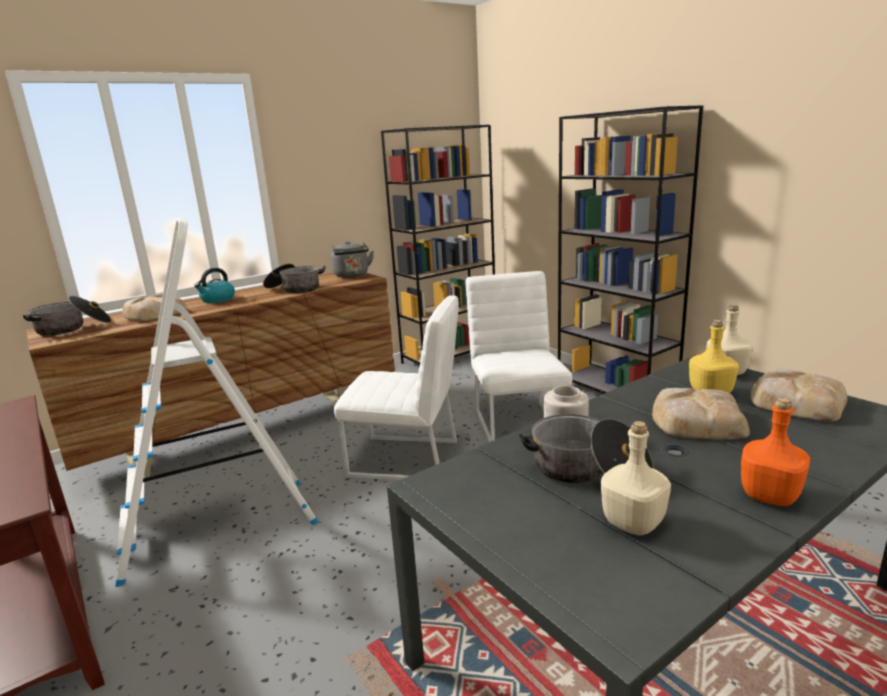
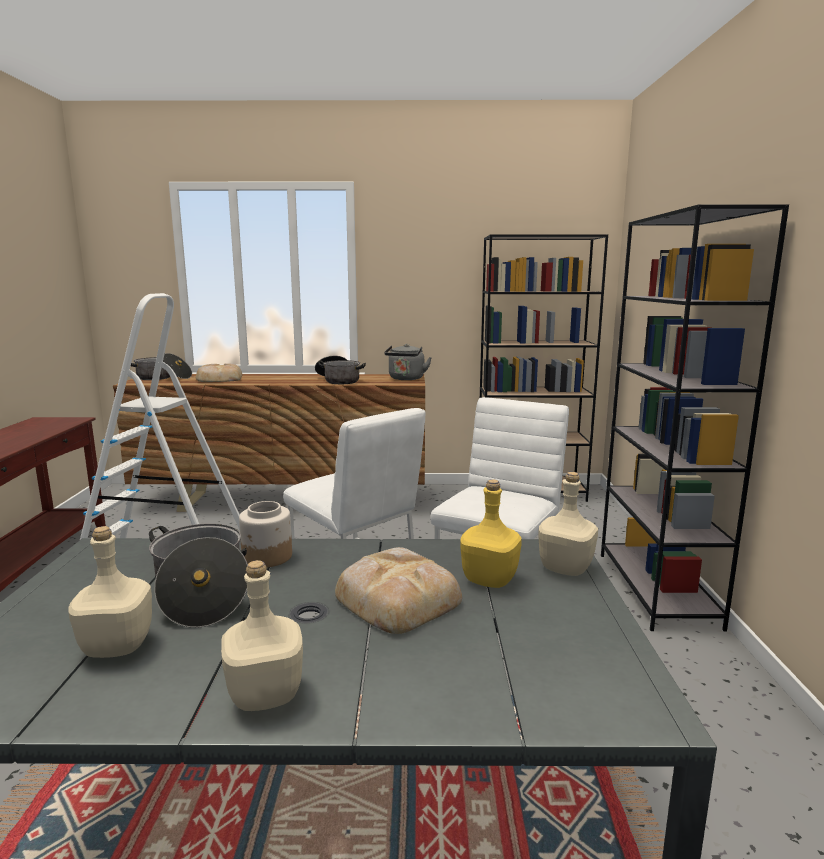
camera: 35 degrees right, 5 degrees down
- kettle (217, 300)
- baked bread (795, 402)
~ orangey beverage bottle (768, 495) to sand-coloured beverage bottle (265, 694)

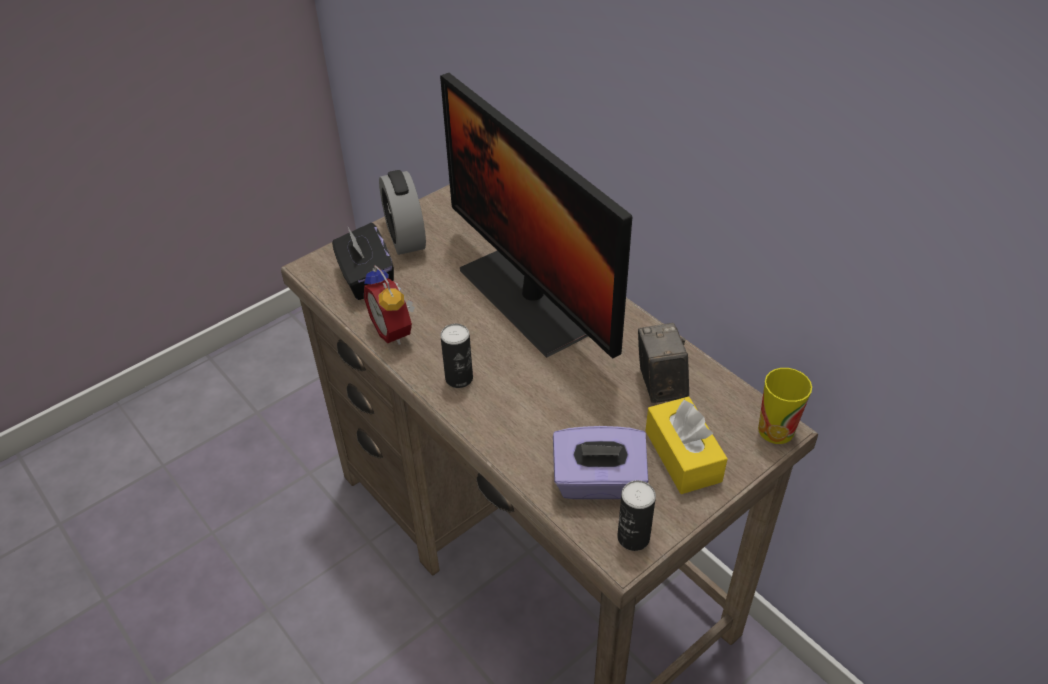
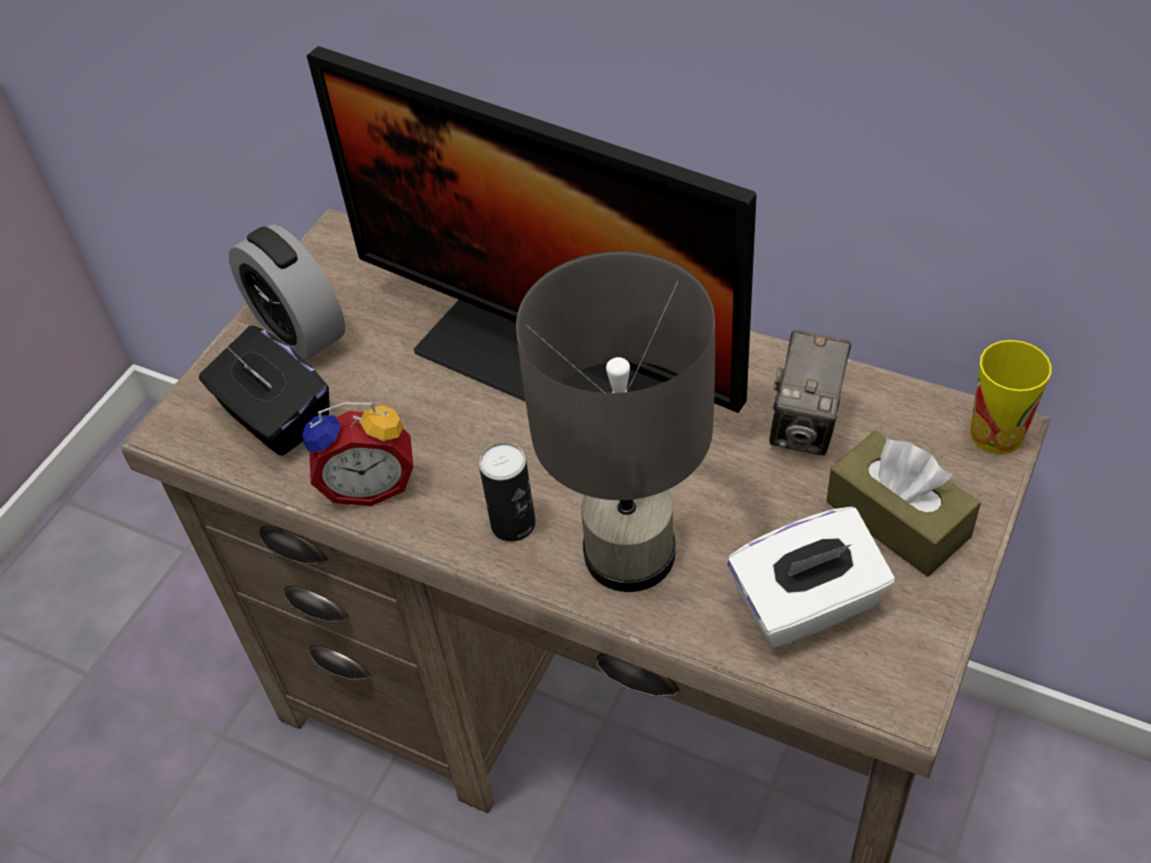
camera: 20 degrees left, 5 degrees up
~ alarm clock (395, 330) = (370, 484) 45 degrees counterclockwise
~ photo camera (660, 384) = (806, 425) 135 degrees counterclockwise
~ yellowish tissue box (683, 456) to brownish tissue box (897, 519)
~ purple tissue box (598, 482) to white tissue box (807, 605)
- metal can (633, 537)
+ greyish lamp for a table (627, 554)

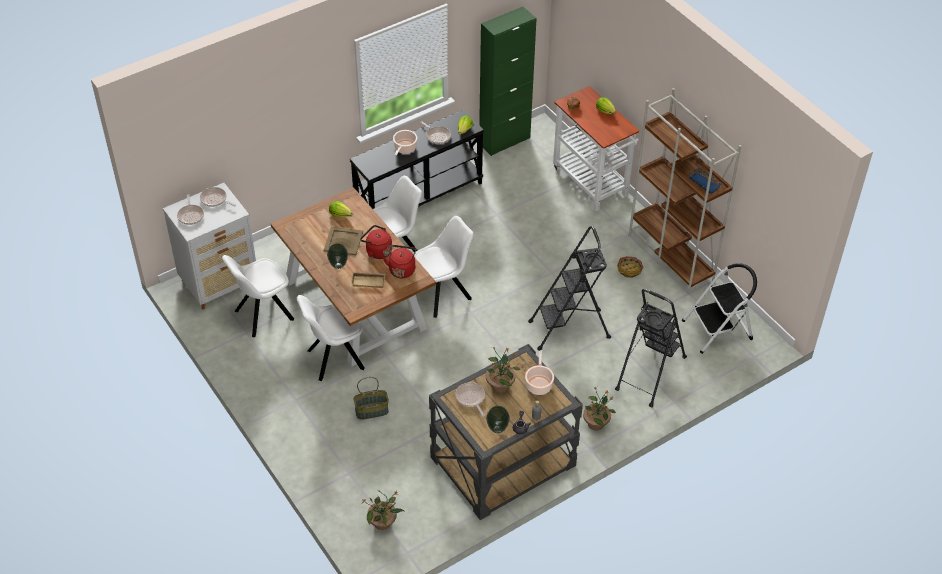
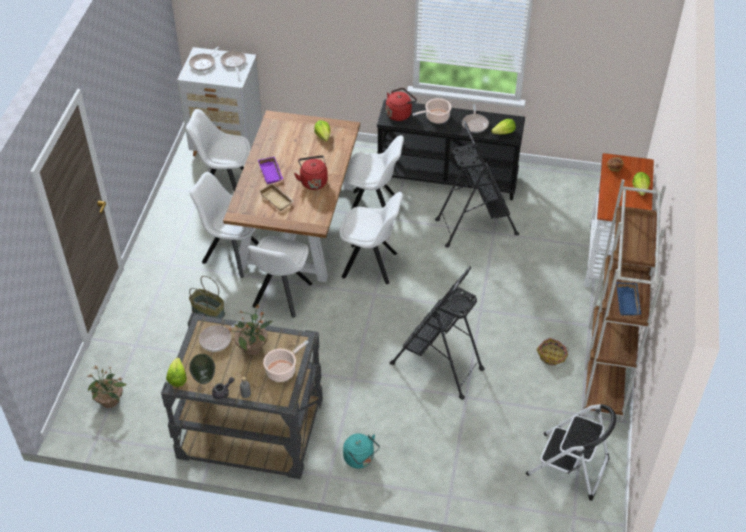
camera: 45 degrees right, 0 degrees up
- green cabinet (504, 141)
- sand-coloured carrying tray (343, 241)
~ vase (338, 265) to purple carrying tray (271, 172)
~ red-coloured kettle (402, 269) to (399, 113)
~ step stool (650, 373) to (475, 226)
~ frying pan (471, 398) = (217, 339) 150 degrees counterclockwise
~ houseplant (596, 423) to turquoise kettle (360, 459)
+ white upright chair (281, 295)
+ lettuce head (177, 378)

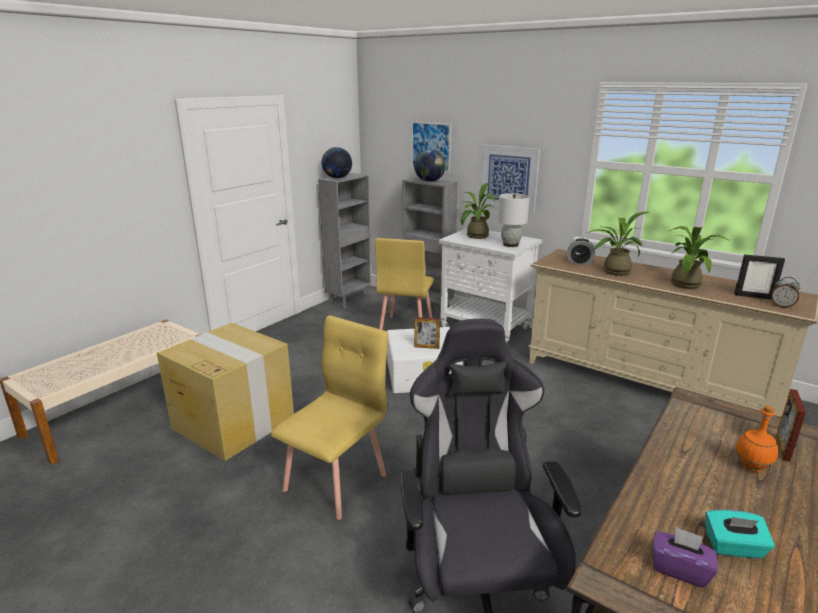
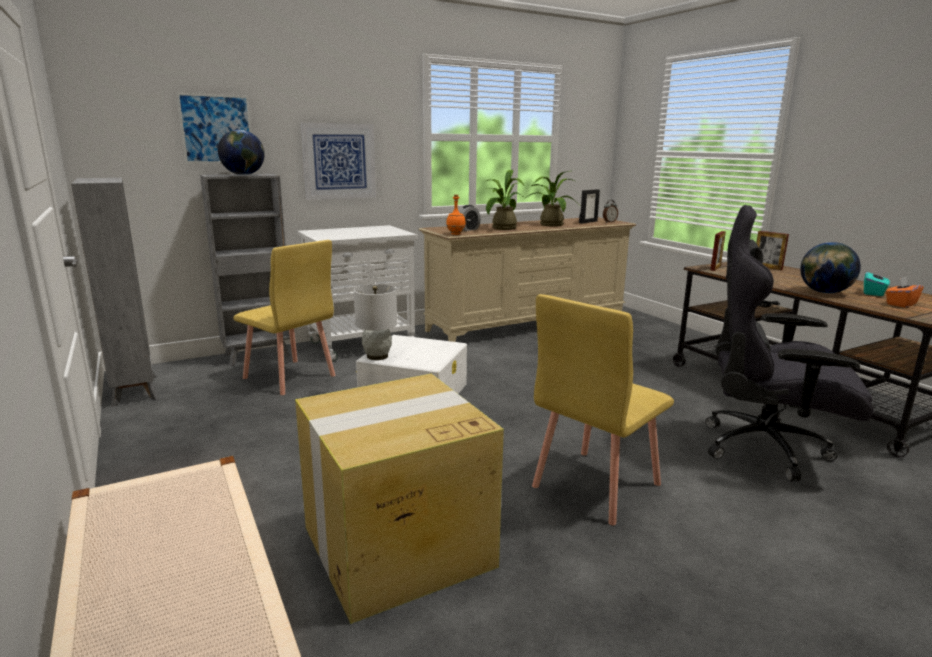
camera: 65 degrees left, 5 degrees down
~ world globe (337, 178) to (824, 292)
- houseplant (475, 236)
~ white lamp for a table (510, 245) to (377, 356)
~ yellowish upright chair (336, 482) = (595, 485) 105 degrees counterclockwise
~ standing frame (426, 347) to (715, 268)
~ orangey beverage bottle (751, 467) to (455, 234)
~ purple tissue box (680, 569) to orangey tissue box (900, 304)

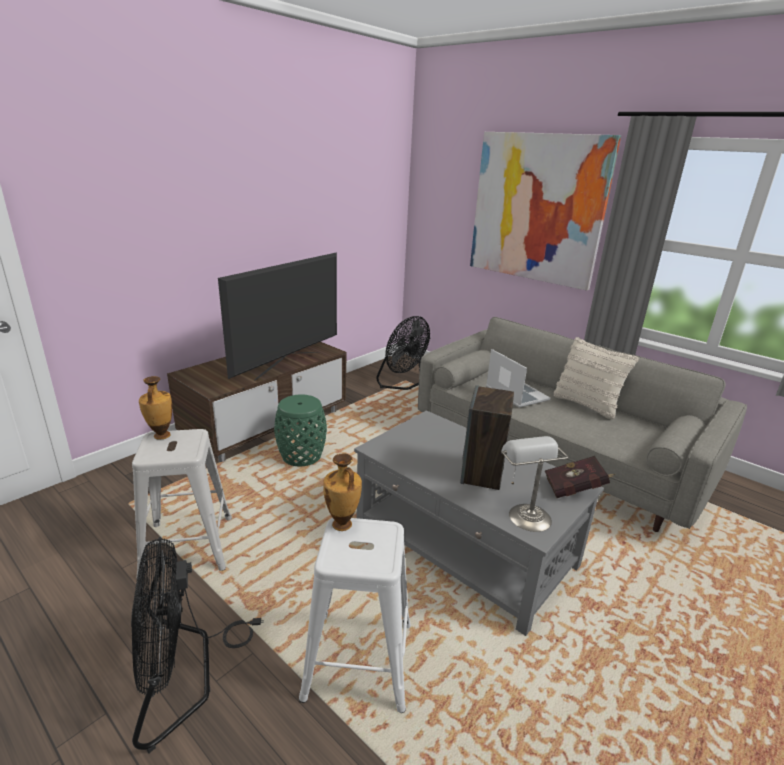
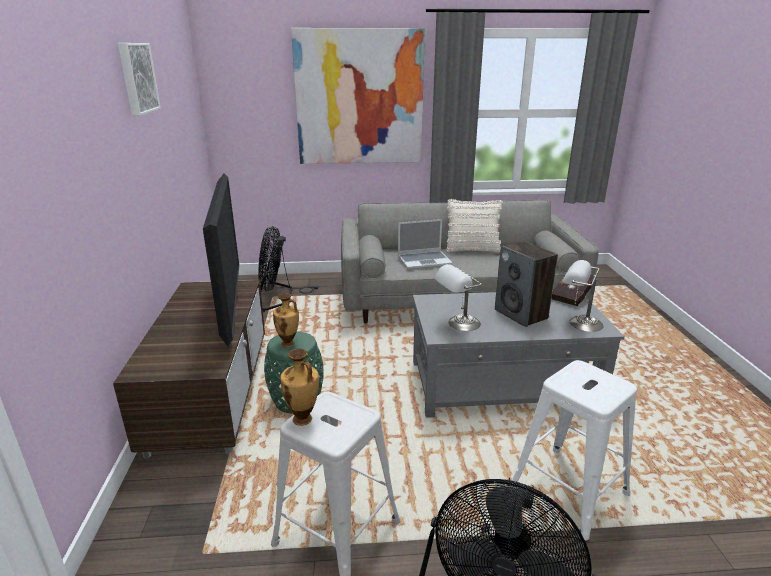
camera: 45 degrees left, 0 degrees up
~ notebook computer (515, 394) = (424, 261) 150 degrees clockwise
~ vase (342, 525) to (288, 344)
+ wall picture (136, 78)
+ white lamp for a table (459, 325)

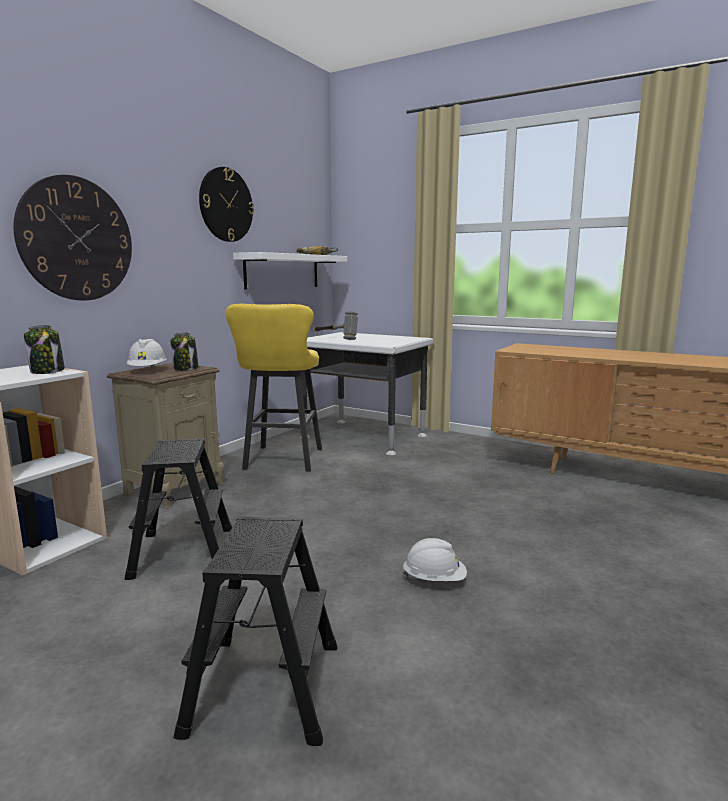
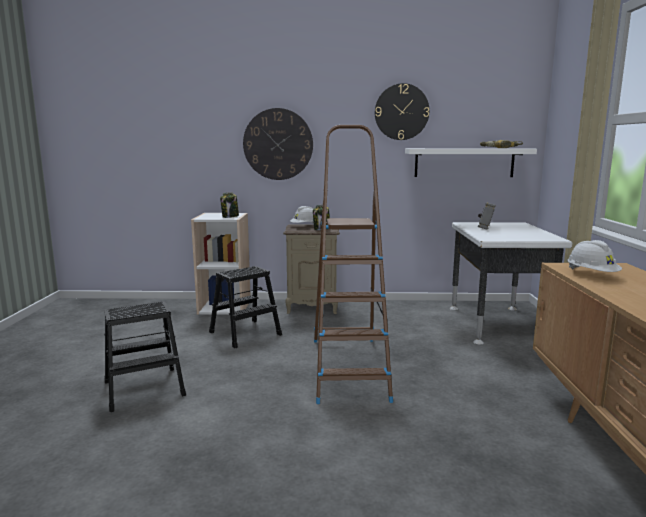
camera: 60 degrees right, 0 degrees up
- yellowish stool seat (281, 462)
~ white hard hat (434, 580) to (592, 274)
+ brownish step stool (348, 367)

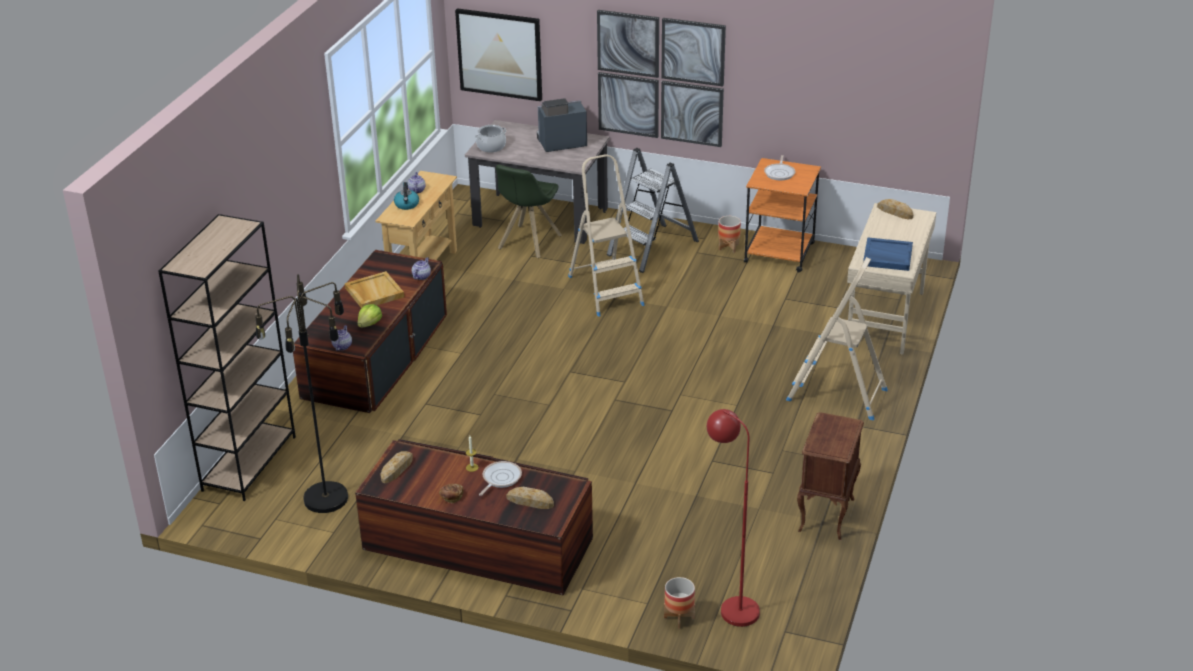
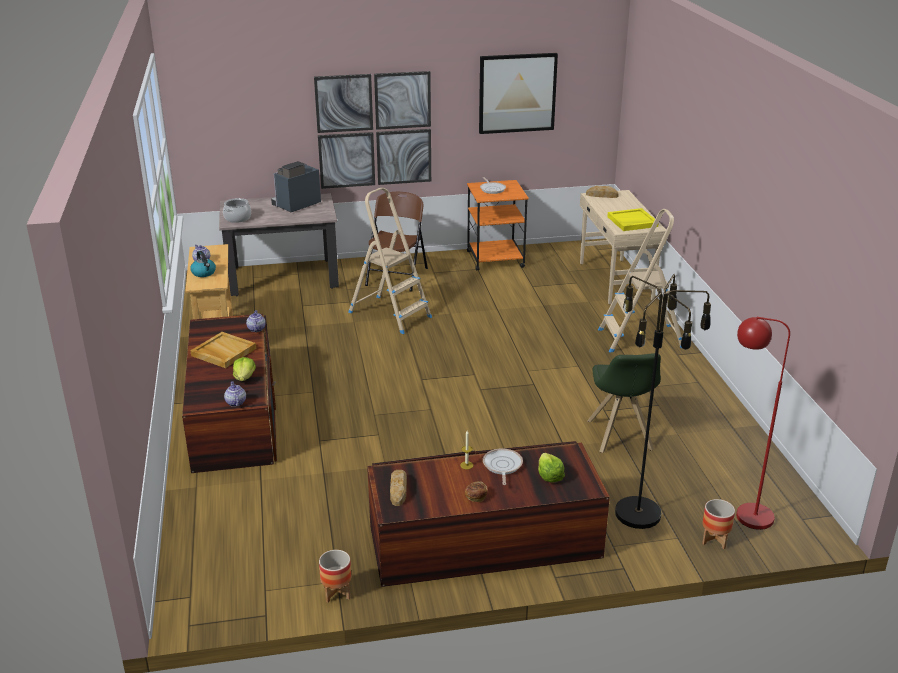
camera: 30 degrees left, 5 degrees down
~ wall picture (500, 54) to (517, 93)
~ greyish step stool (654, 247) to brownish upright chair (397, 277)
~ green upright chair (529, 242) to (620, 435)
- sand-coloured shelving unit (249, 463)
~ plant pot (728, 247) to (337, 592)
~ bluish carrying tray (887, 256) to yellowish carrying tray (632, 222)
~ standing lamp (326, 499) to (639, 514)
- brownish bedside table (826, 515)
~ baked bread (530, 501) to lettuce head (549, 476)

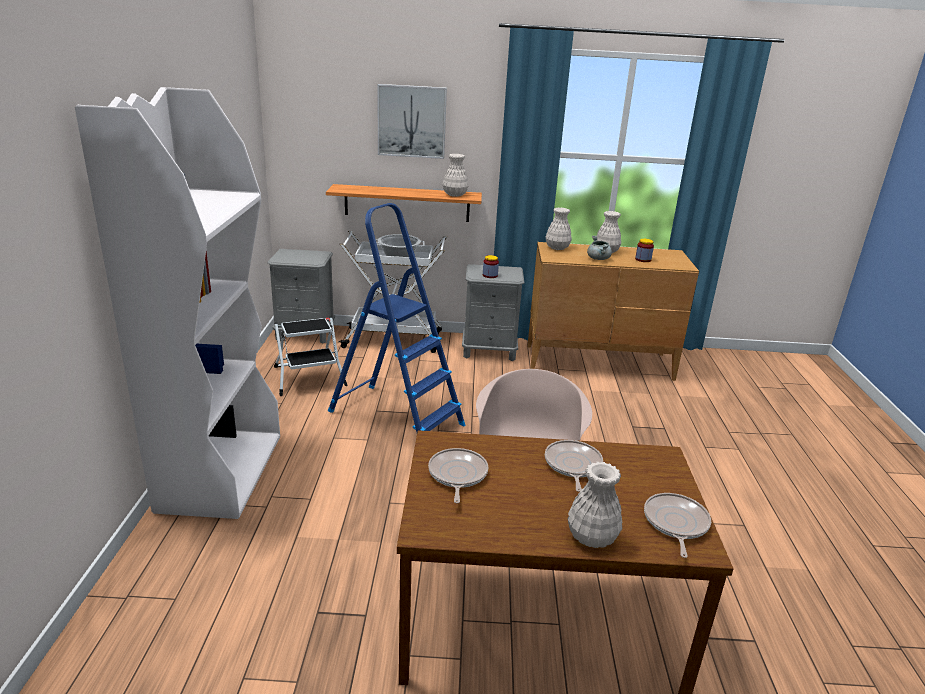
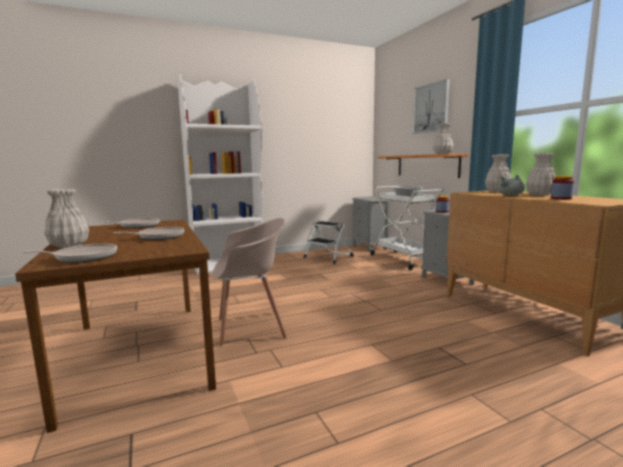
camera: 65 degrees right, 15 degrees down
- bluish step stool (396, 418)

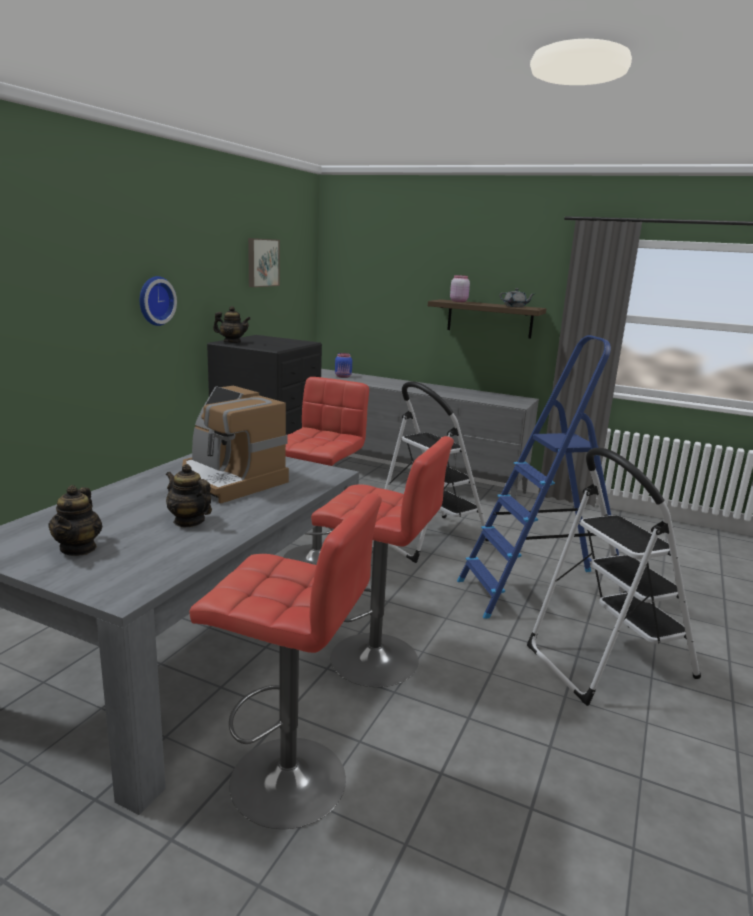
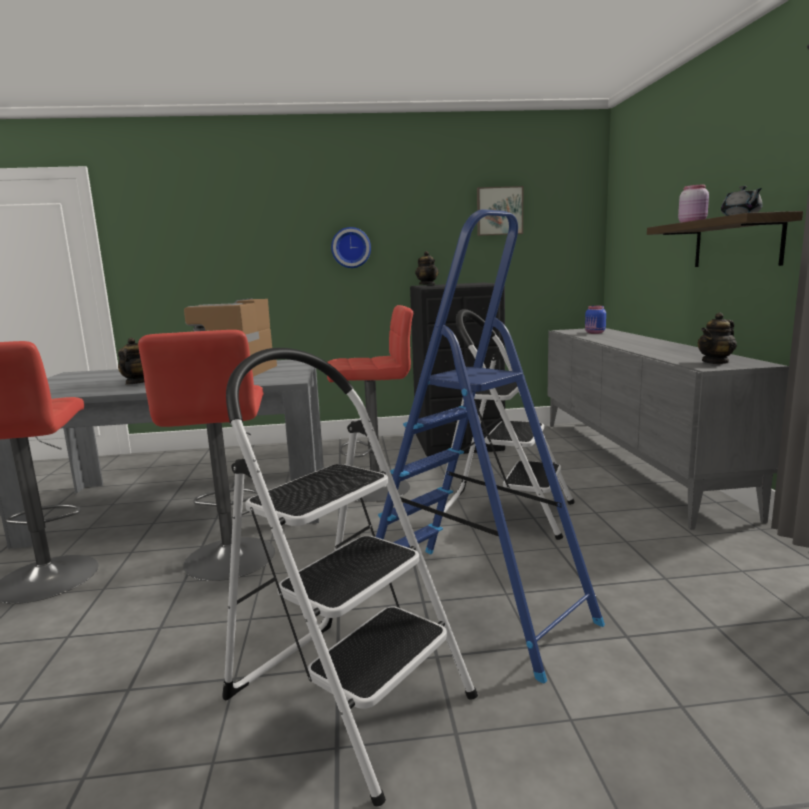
camera: 60 degrees right, 5 degrees down
~ teapot (78, 548) to (715, 362)

